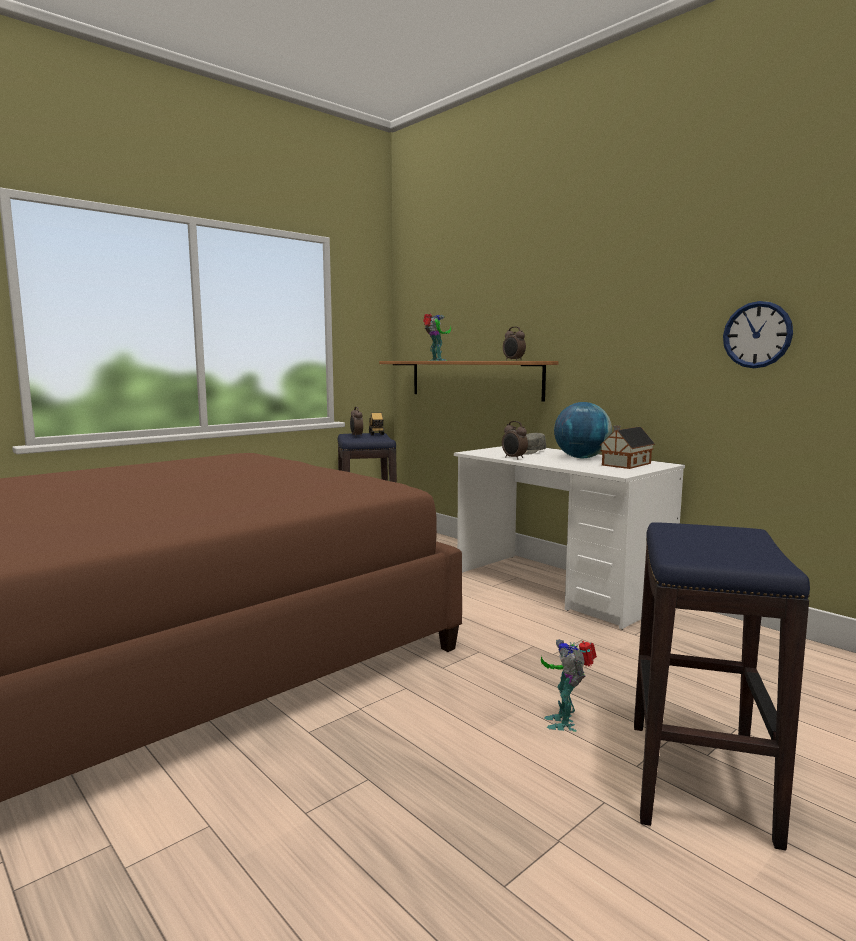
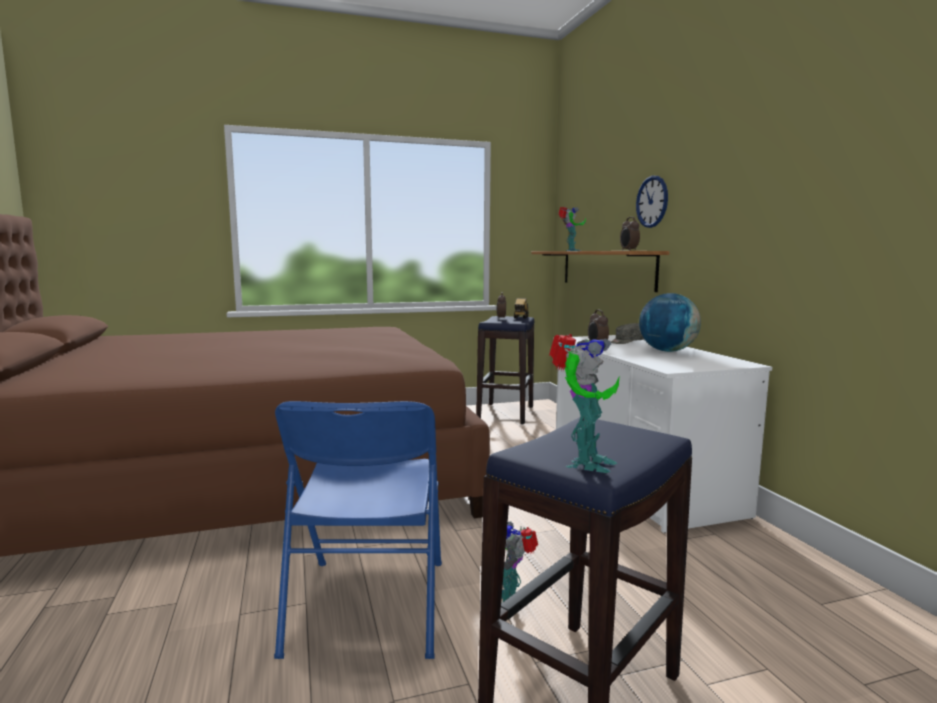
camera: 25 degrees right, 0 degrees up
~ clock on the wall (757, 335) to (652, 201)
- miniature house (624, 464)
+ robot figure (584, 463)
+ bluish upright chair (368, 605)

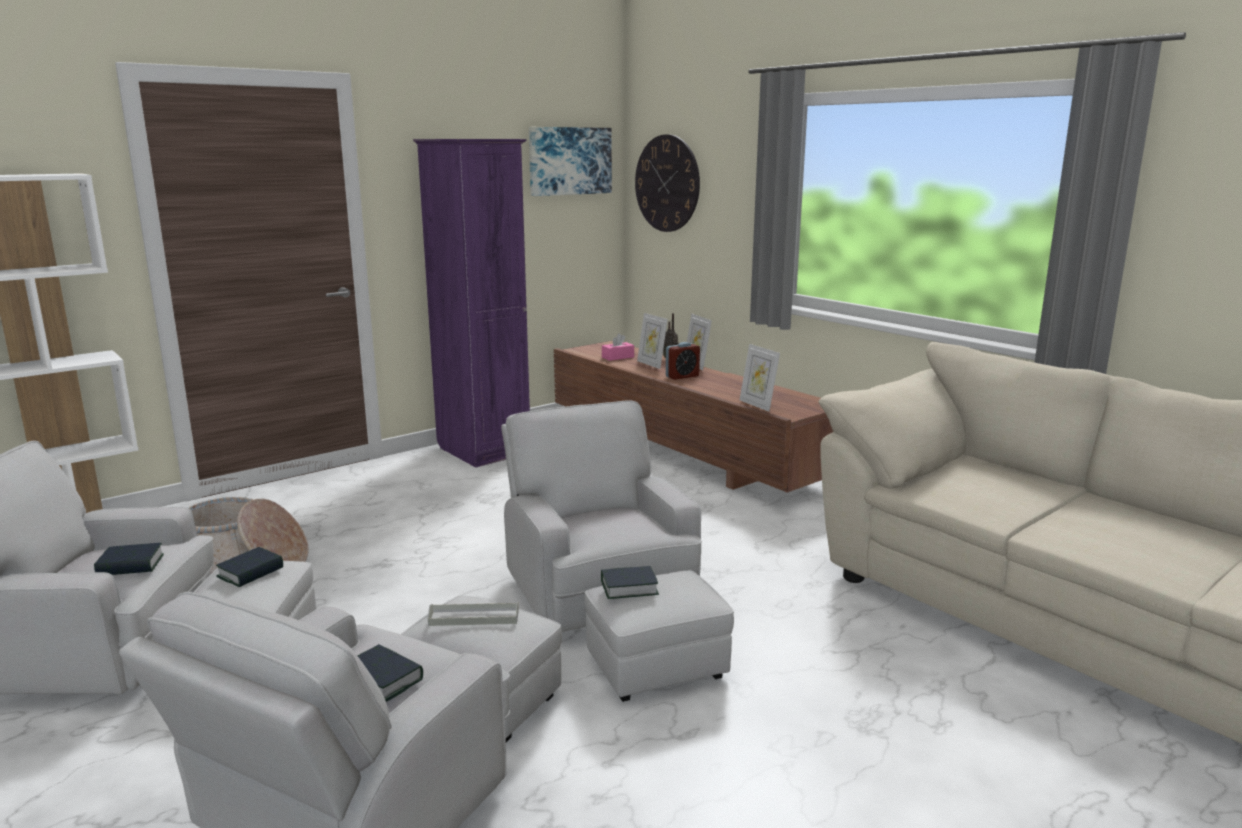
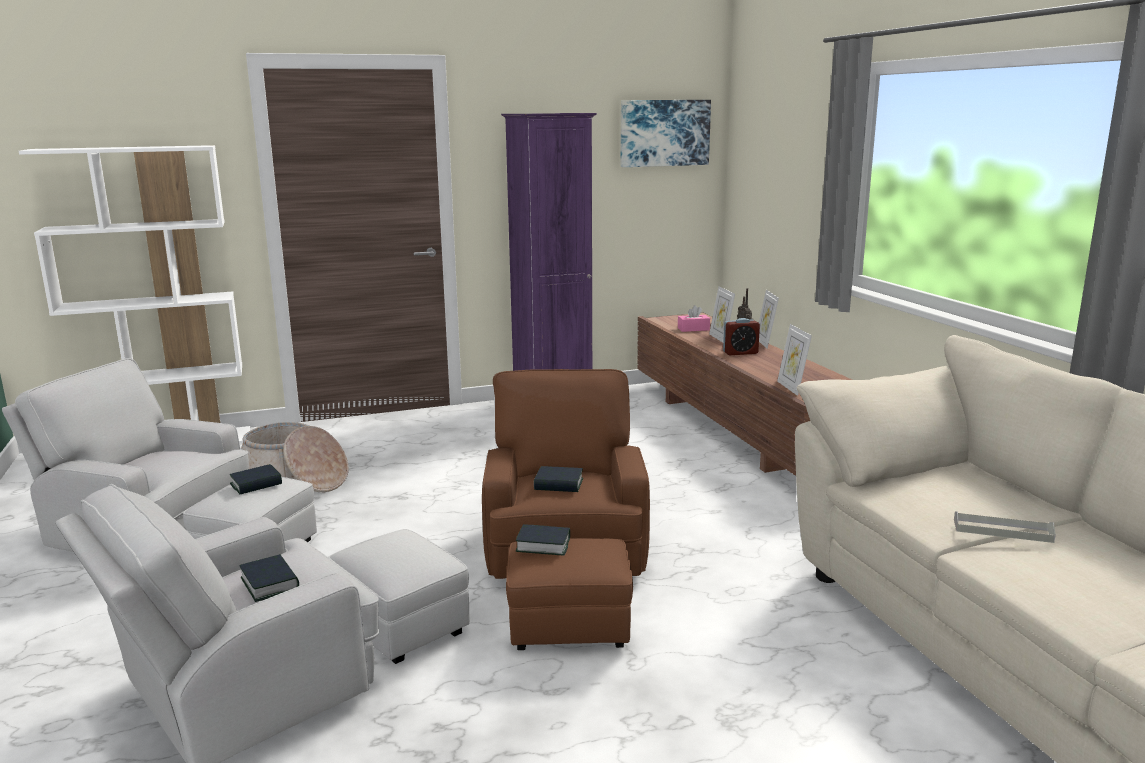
camera: 20 degrees right, 0 degrees up
- clock on the wall (667, 183)
~ white armchair (611, 607) to brownish armchair (566, 565)
~ bound book (131, 565) to (559, 484)
~ greyish carrying tray (474, 617) to (1002, 531)

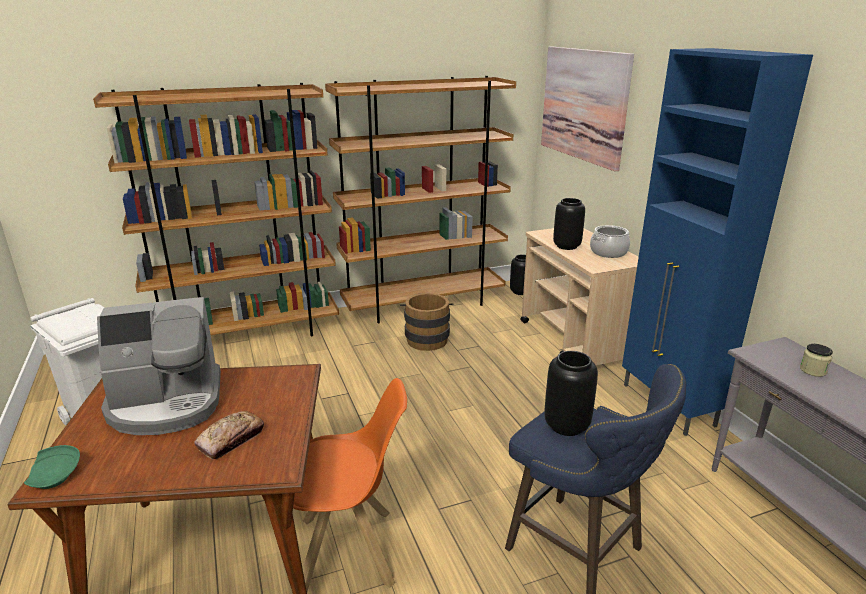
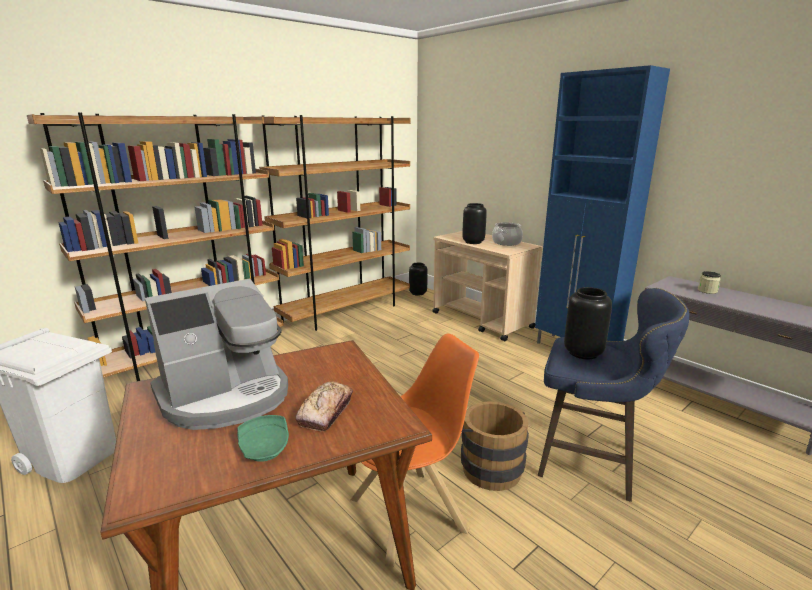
camera: 20 degrees left, 5 degrees down
- wall picture (583, 105)
~ brownish pail (426, 338) to (488, 466)
~ green flat dish (56, 476) to (265, 448)

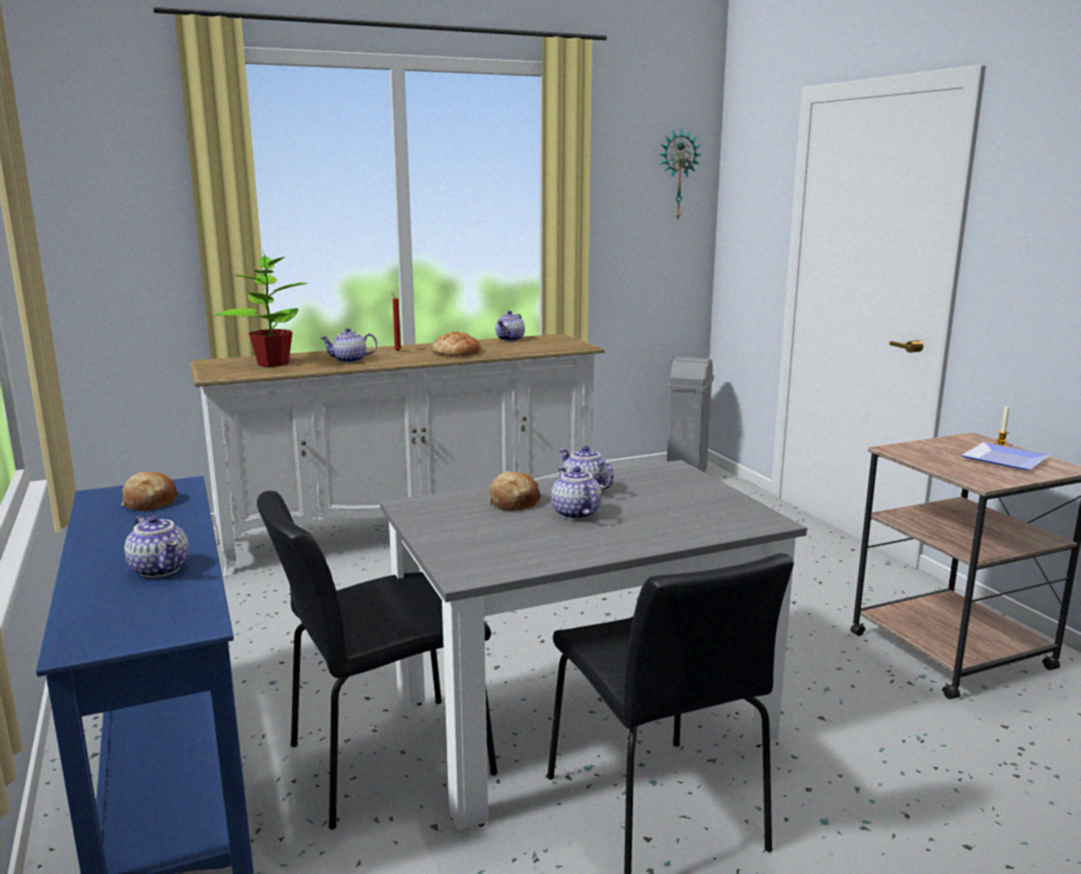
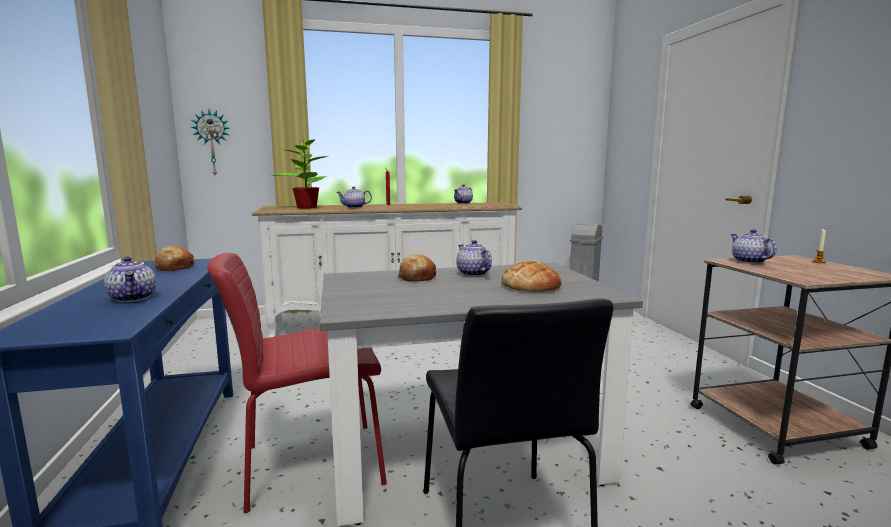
camera: 10 degrees right, 5 degrees down
~ clock on the wall (677, 175) to (212, 143)
~ baked bread (457, 352) to (531, 286)
- flat dish (1001, 460)
~ teapot (574, 513) to (748, 261)
~ black-coloured upright chair (383, 762) to red-coloured upright chair (307, 466)

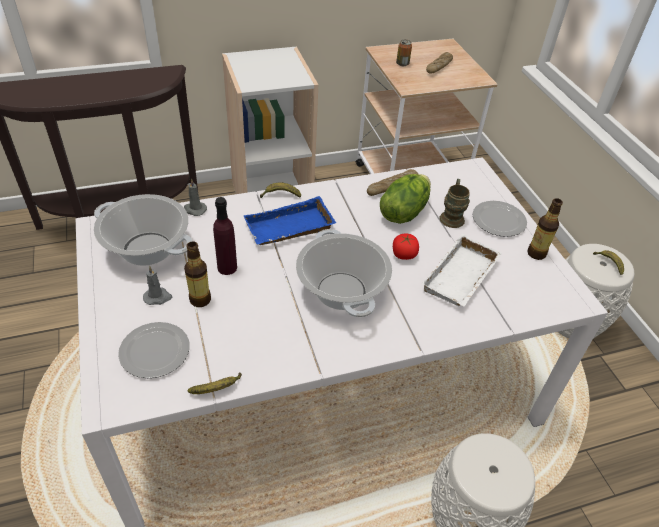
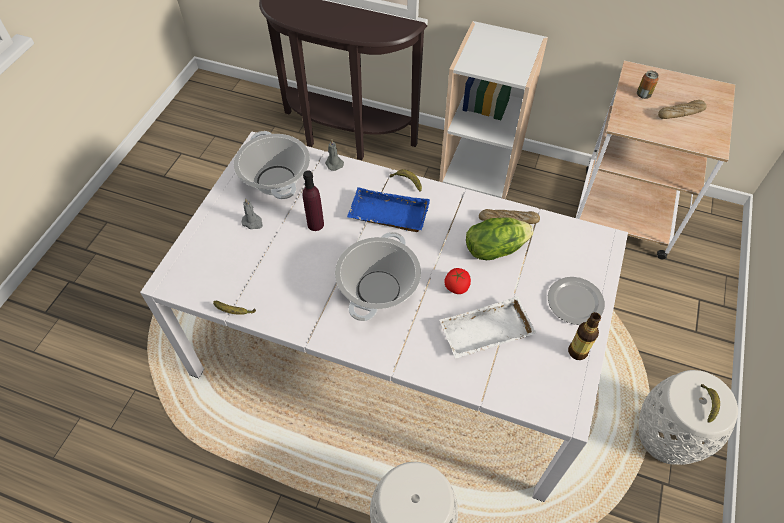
camera: 40 degrees right, 10 degrees up
- brownish mug (452, 216)
- beverage bottle (200, 300)
- flat dish (156, 352)

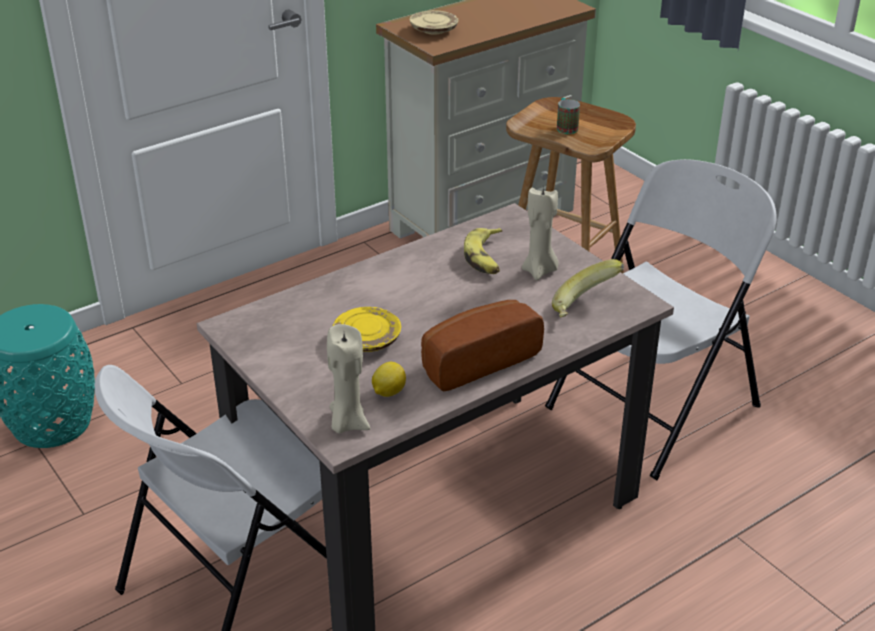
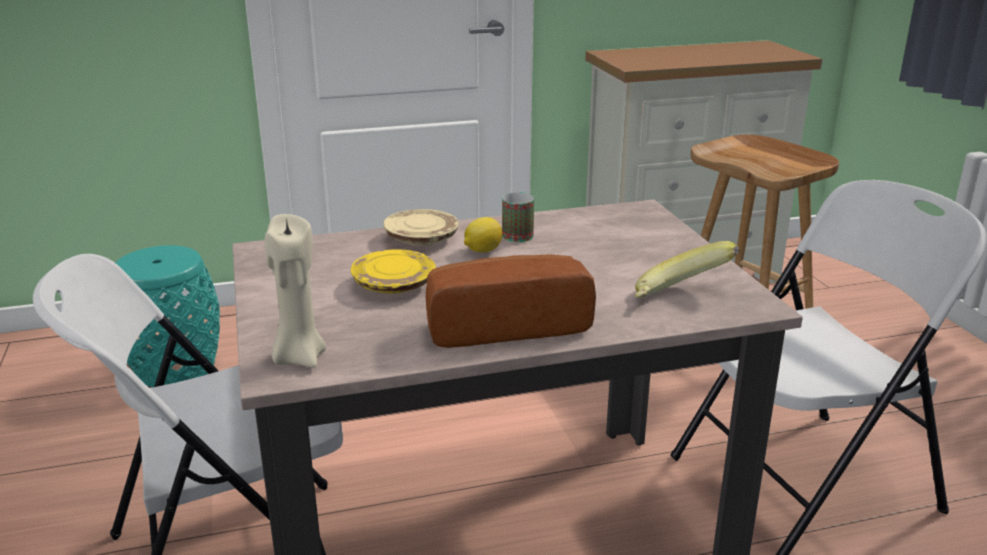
camera: 20 degrees right, 10 degrees down
~ sand-coloured flat dish (433, 30) to (421, 239)
~ mug (565, 127) to (518, 233)
- sand-coloured candle (540, 271)
- banana fruit (486, 258)
~ lemon (388, 392) to (482, 250)

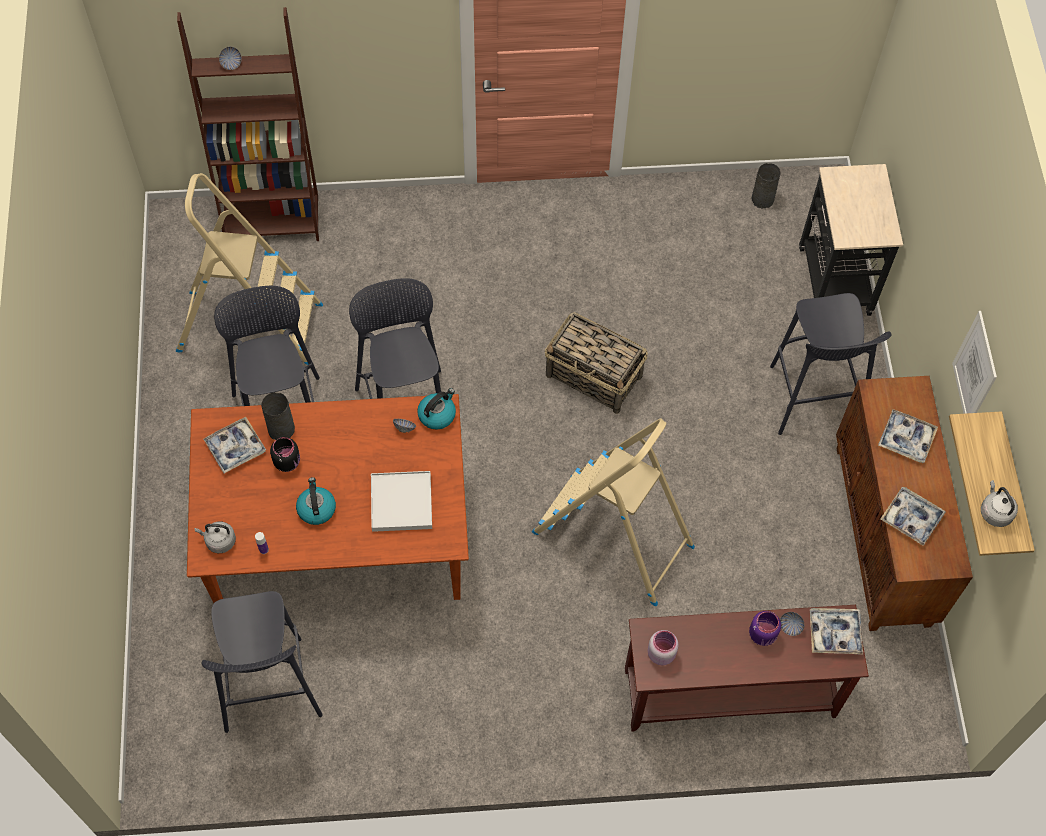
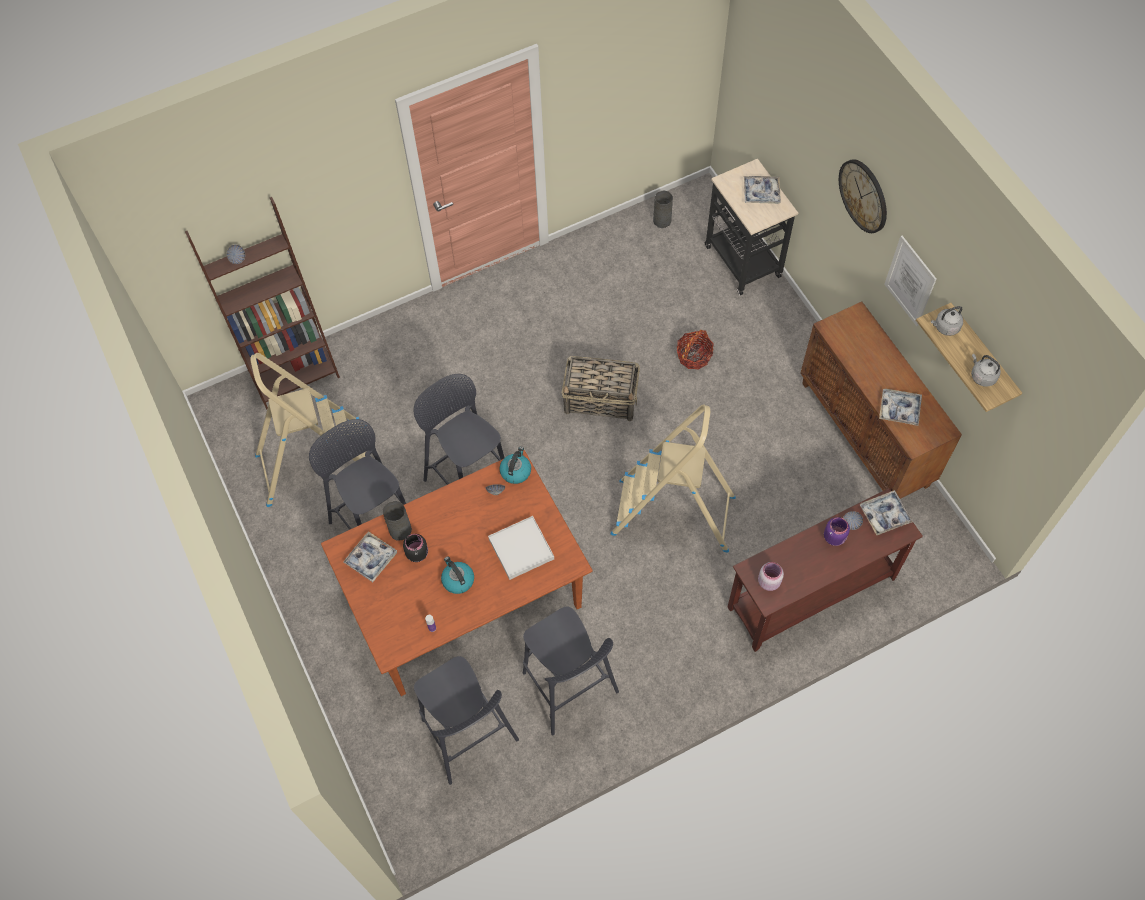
camera: 20 degrees left, 0 degrees up
~ greyish stool seat (812, 397) to (568, 687)
~ carrying tray (906, 439) to (761, 193)
~ greyish kettle (219, 541) to (945, 327)
+ clock on the wall (864, 195)
+ household basket (694, 356)

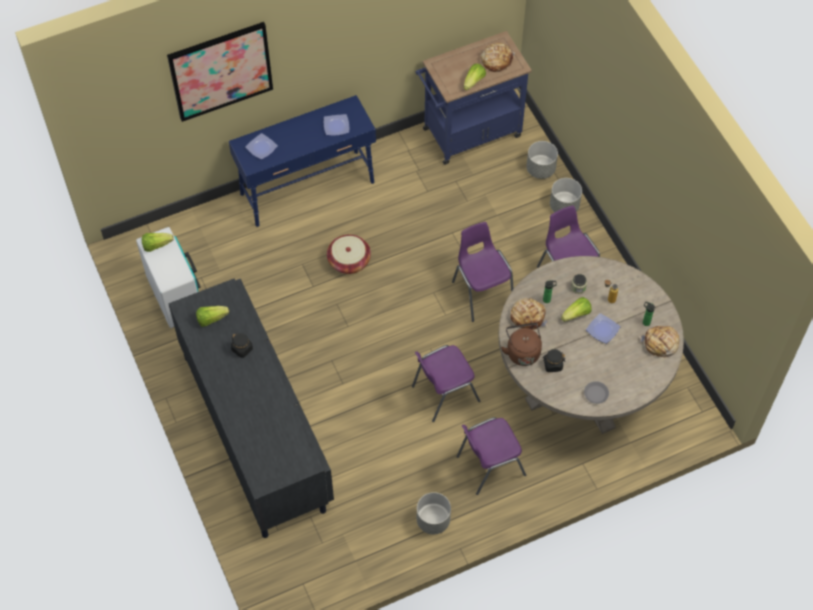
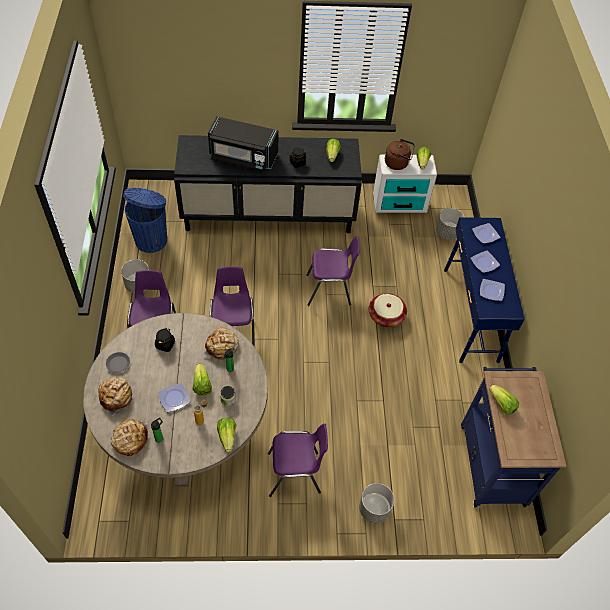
camera: 110 degrees right, 5 degrees down
- wall picture (221, 71)
~ baked bread (496, 60) to (116, 397)
~ greyish plant pot (540, 169) to (447, 232)
~ purple upright chair (481, 292) to (330, 290)
~ brownish kettle (522, 351) to (398, 163)
+ black-coloured kitchen microwave (243, 157)
+ bluish waste bin (152, 239)
+ flat dish (484, 263)
+ lettuce head (227, 436)

